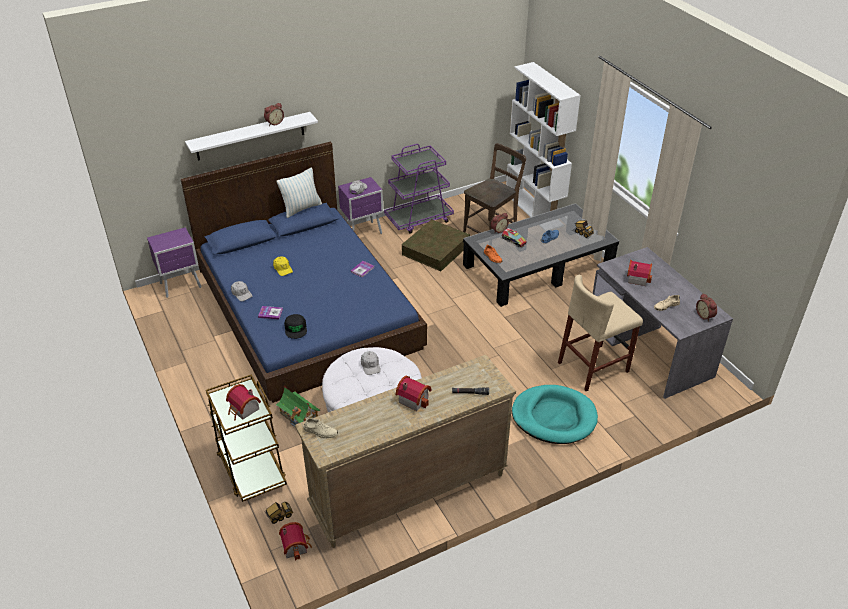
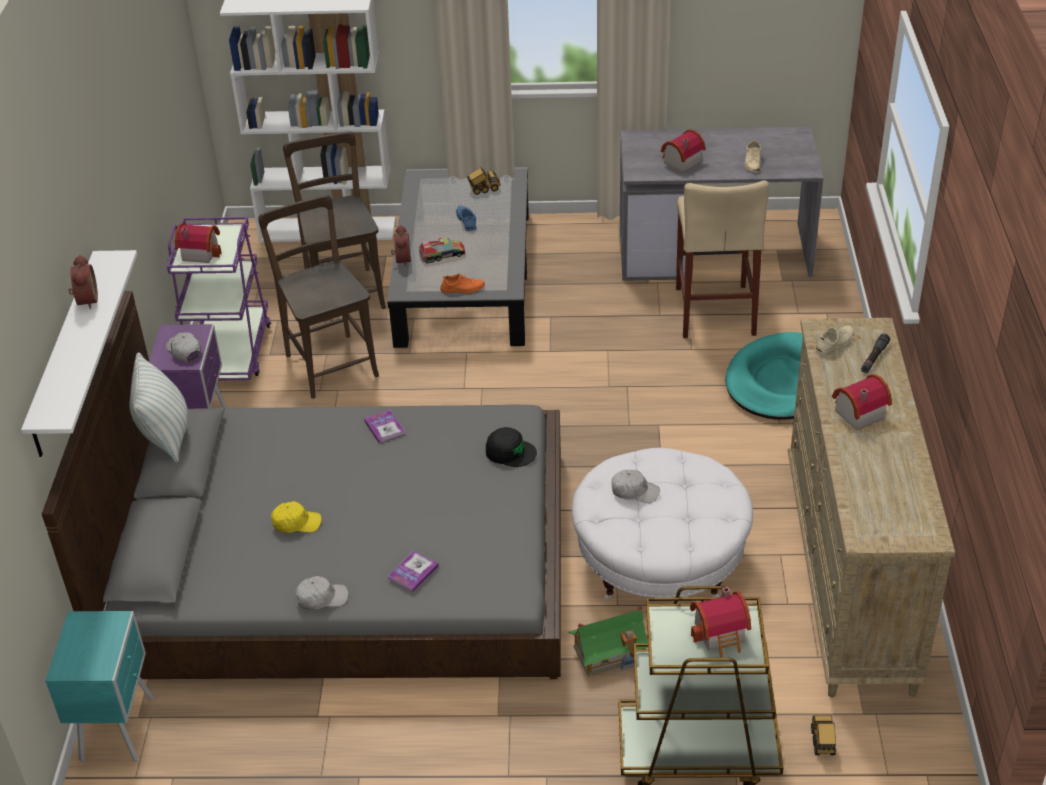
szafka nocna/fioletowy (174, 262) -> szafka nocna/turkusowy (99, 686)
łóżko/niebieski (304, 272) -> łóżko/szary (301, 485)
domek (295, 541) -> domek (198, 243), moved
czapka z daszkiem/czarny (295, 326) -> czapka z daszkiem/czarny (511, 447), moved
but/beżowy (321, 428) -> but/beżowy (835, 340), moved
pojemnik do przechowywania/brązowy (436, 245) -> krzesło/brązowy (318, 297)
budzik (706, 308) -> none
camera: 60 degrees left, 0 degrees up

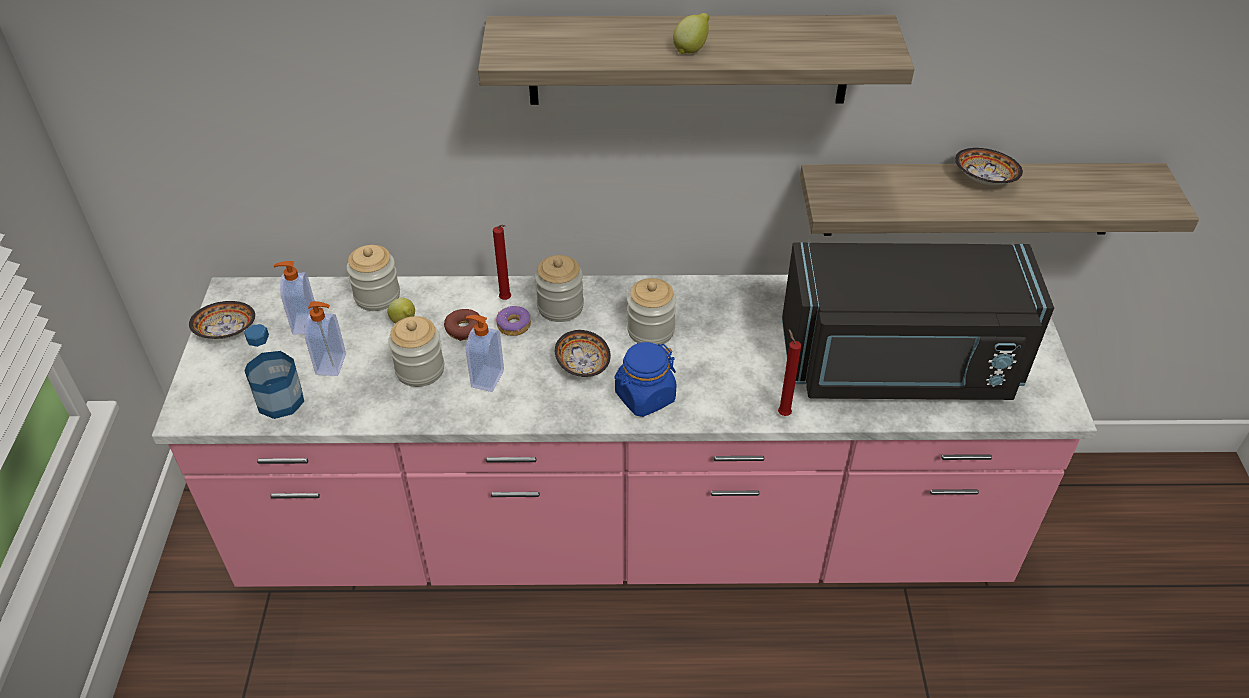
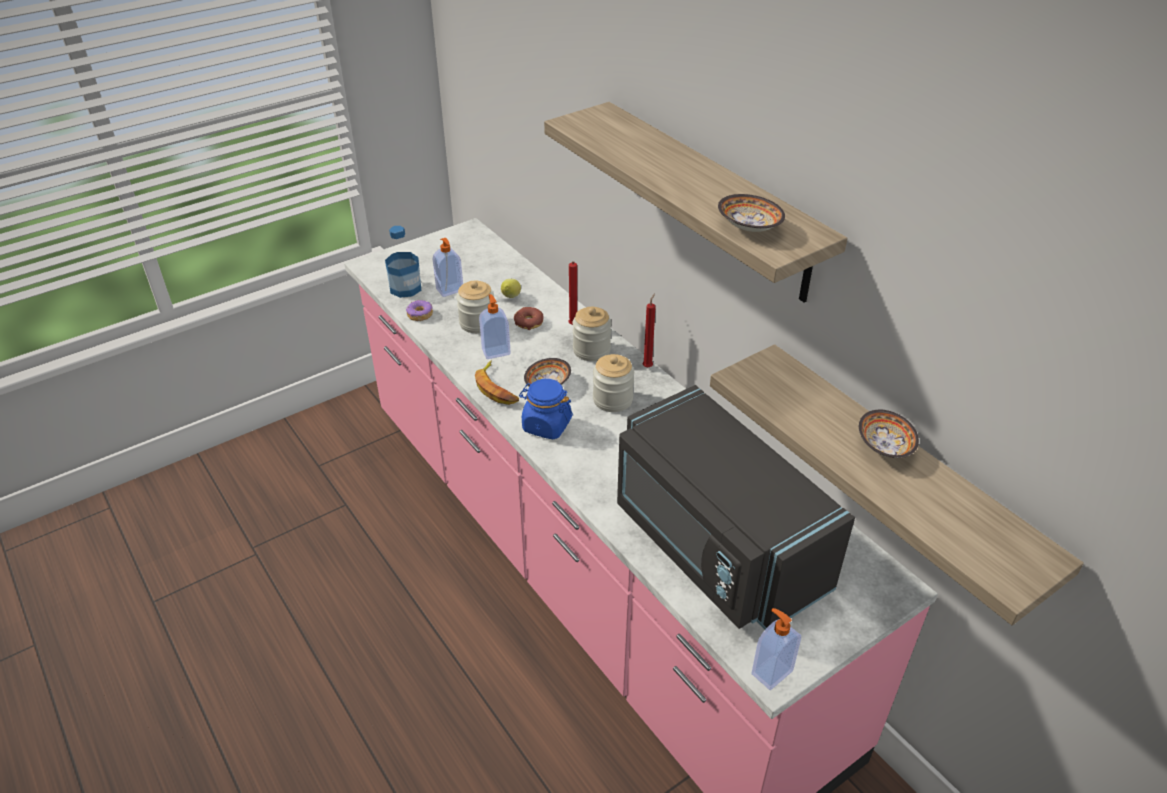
miska (222, 320) -> miska (751, 213), moved
dozownik mydła (294, 298) -> dozownik mydła (776, 649), moved
słoik (373, 278) -> none
donut (513, 321) -> donut (419, 310), moved
cytryna (691, 33) -> none
świeca/czerwony (789, 372) -> świeca/czerwony (649, 330), moved
none -> banan (497, 382)
camera: 55 degrees right, 5 degrees down

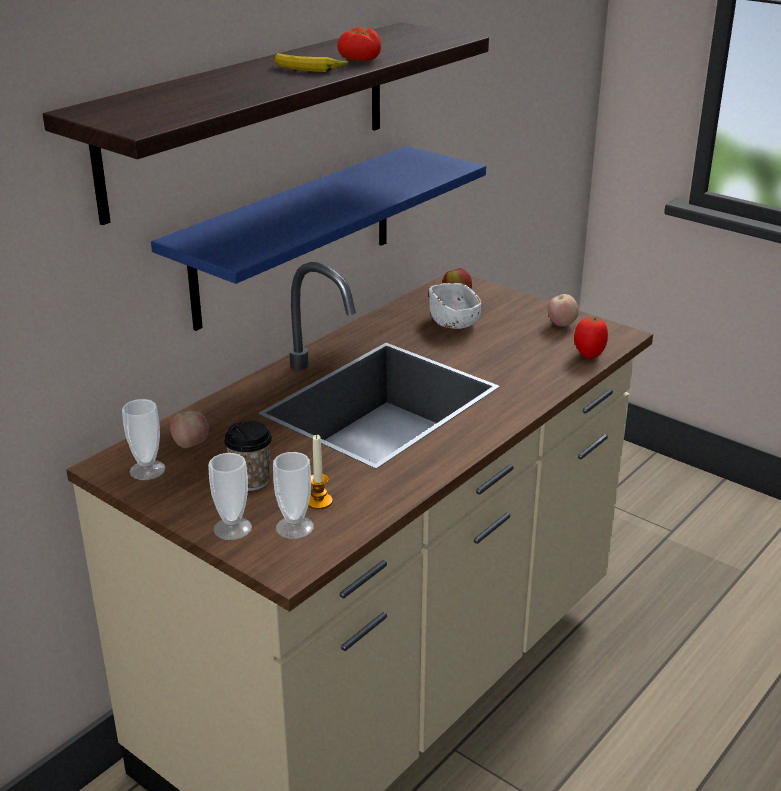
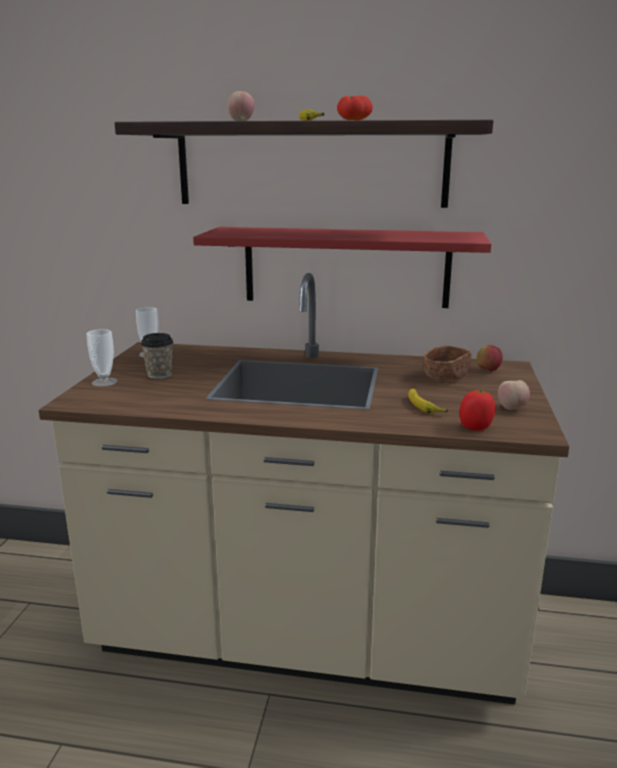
półka/niebieski (318, 238) -> półka/czerwony (342, 267)
jabłko (189, 429) -> jabłko (241, 106), moved
filiżanka (293, 495) -> none
świeca (320, 472) -> none
miska/biały (455, 306) -> miska/brązowy (447, 363)
none -> banan (428, 400)
camera: 60 degrees right, 10 degrees down

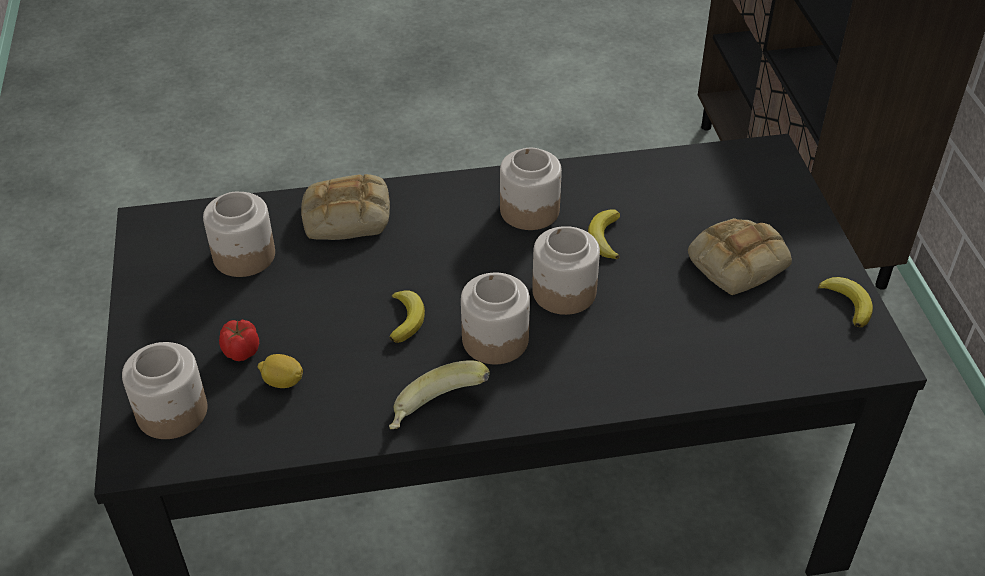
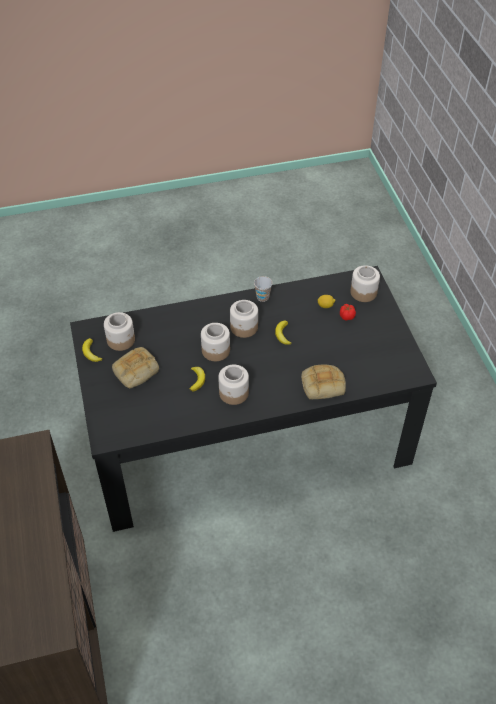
słoik (239, 234) -> słoik (119, 331), moved
banan (439, 394) -> filiżanka (263, 289)
camera: 175 degrees right, 5 degrees up

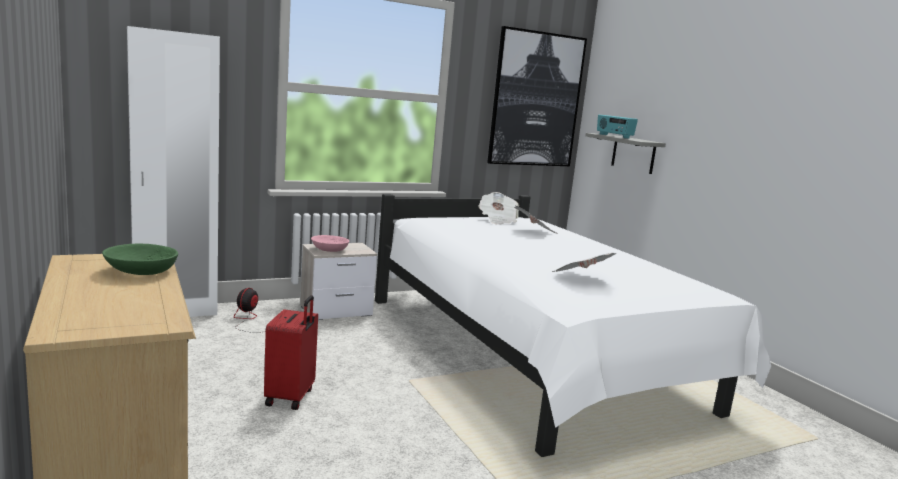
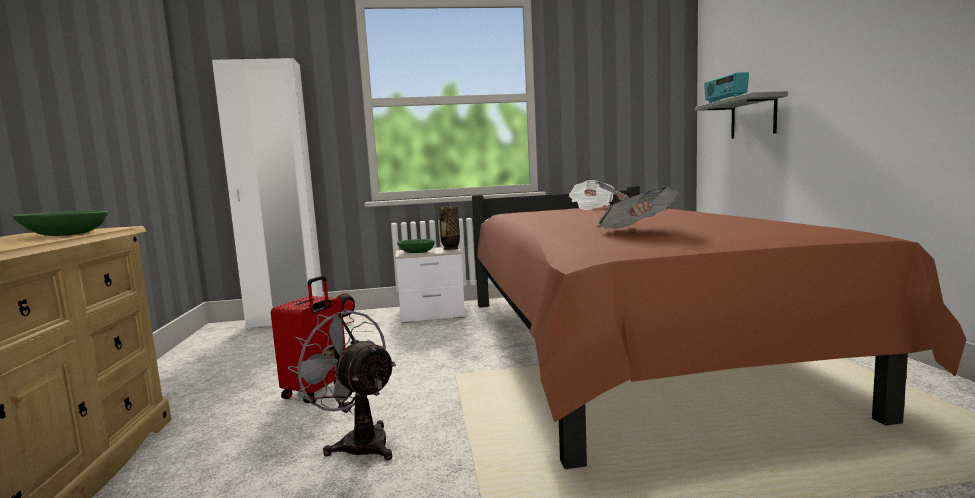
miska/różowy (330, 243) -> miska/zielony (416, 246)
łóżko/biały (573, 325) -> łóżko/brązowy (719, 327)
obraz (537, 96) -> none
none -> wentylator/szary (341, 385)
none -> wazon (449, 228)
camera: 20 degrees right, 5 degrees down

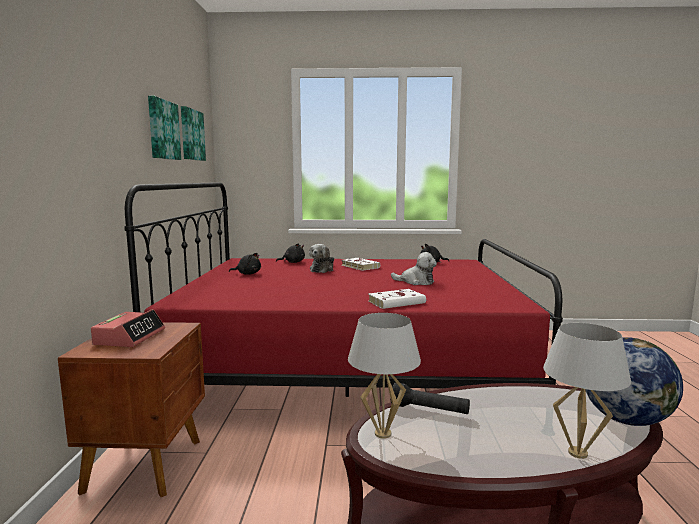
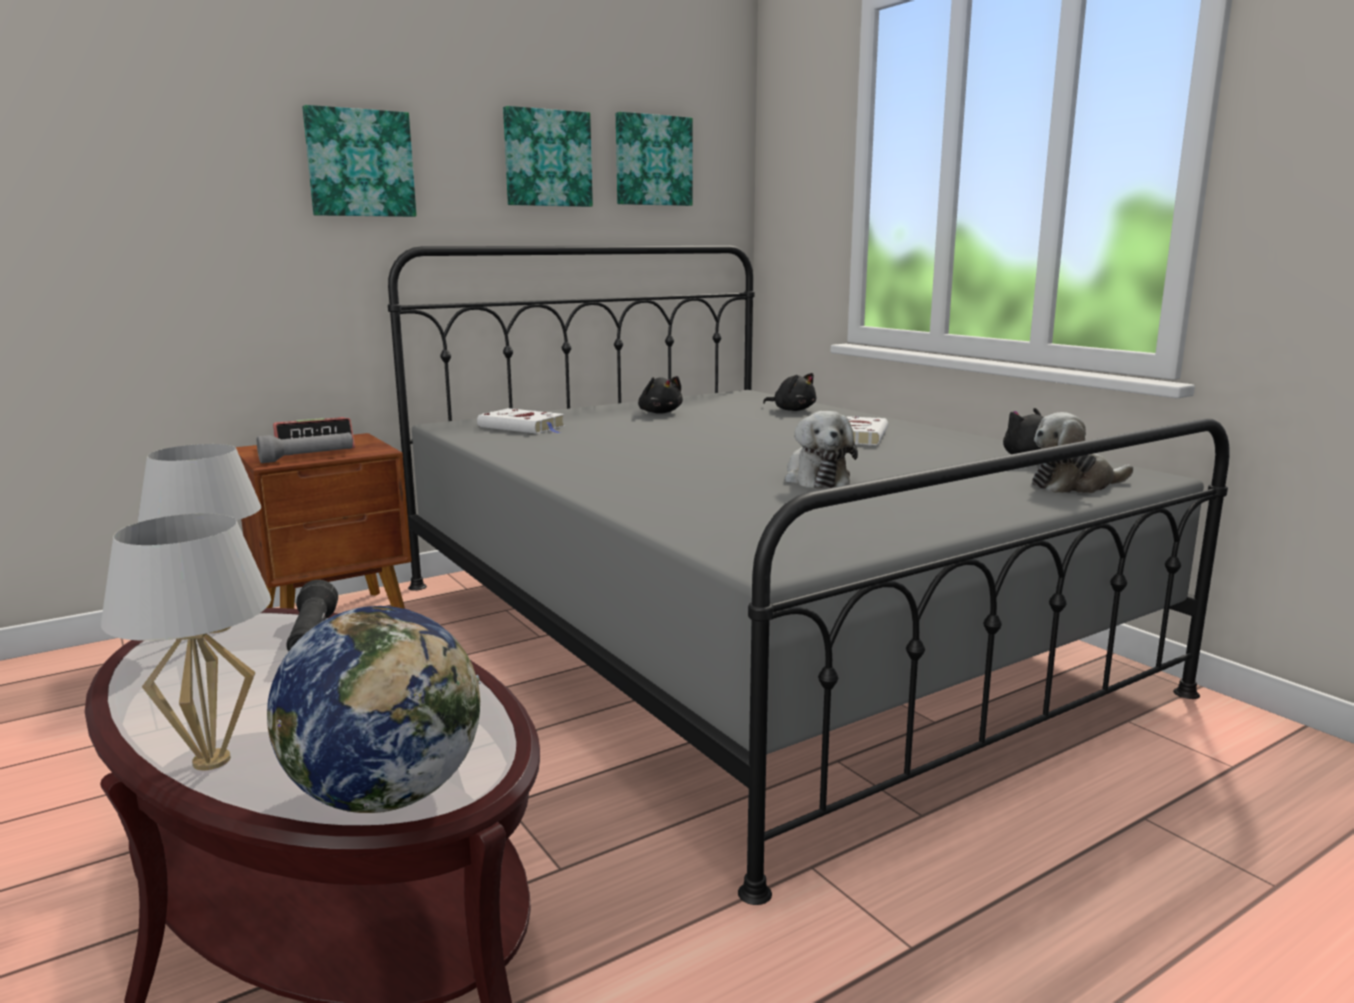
łóżko/czerwony (343, 289) -> łóżko/szary (809, 575)
pluszak (321, 258) -> pluszak (1082, 452), moved
książka/biały (397, 299) -> książka/biały (521, 421), moved
none -> latarka/szary (305, 448)
none -> obraz (359, 161)
camera: 55 degrees right, 5 degrees up

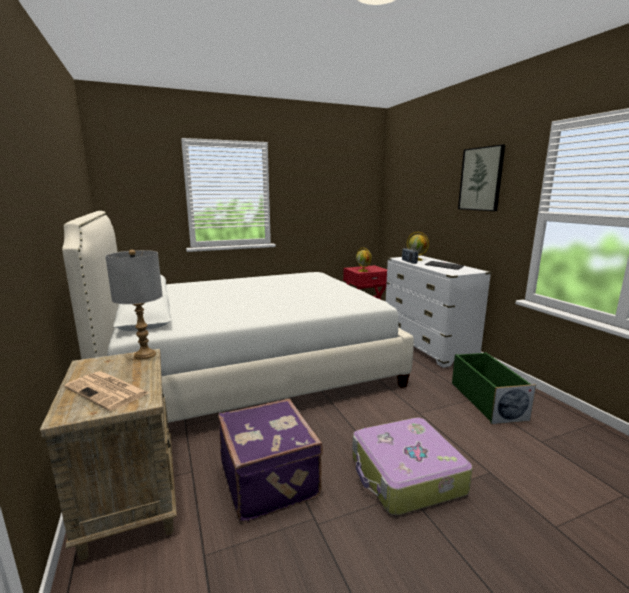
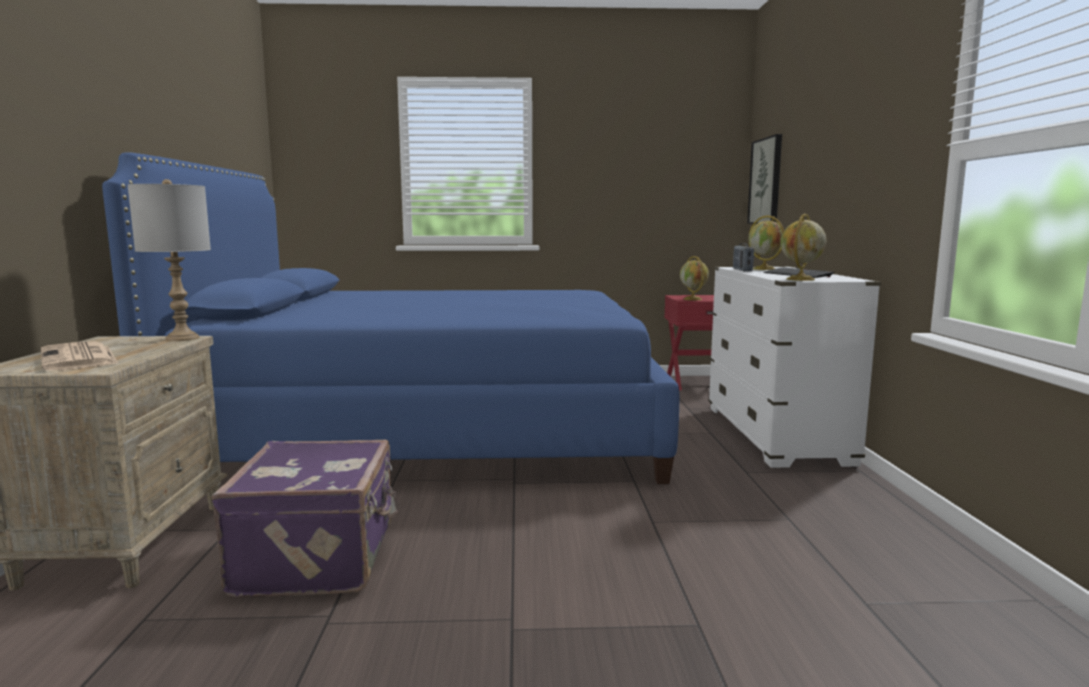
łóżko/biały (238, 317) -> łóżko/niebieski (390, 318)
walizka (412, 466) -> none
pojemnik do przechowywania/zielony (494, 388) -> none
obraz (481, 177) -> obraz (764, 179), moved
none -> globus (803, 247)
camera: 20 degrees right, 5 degrees down

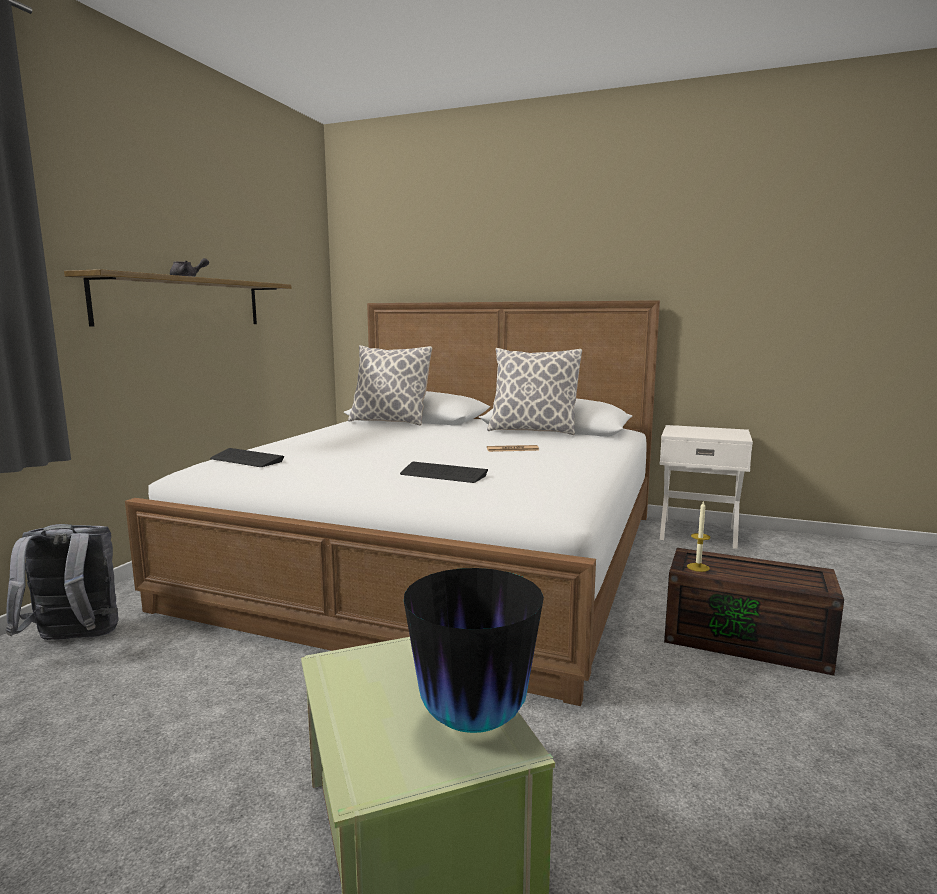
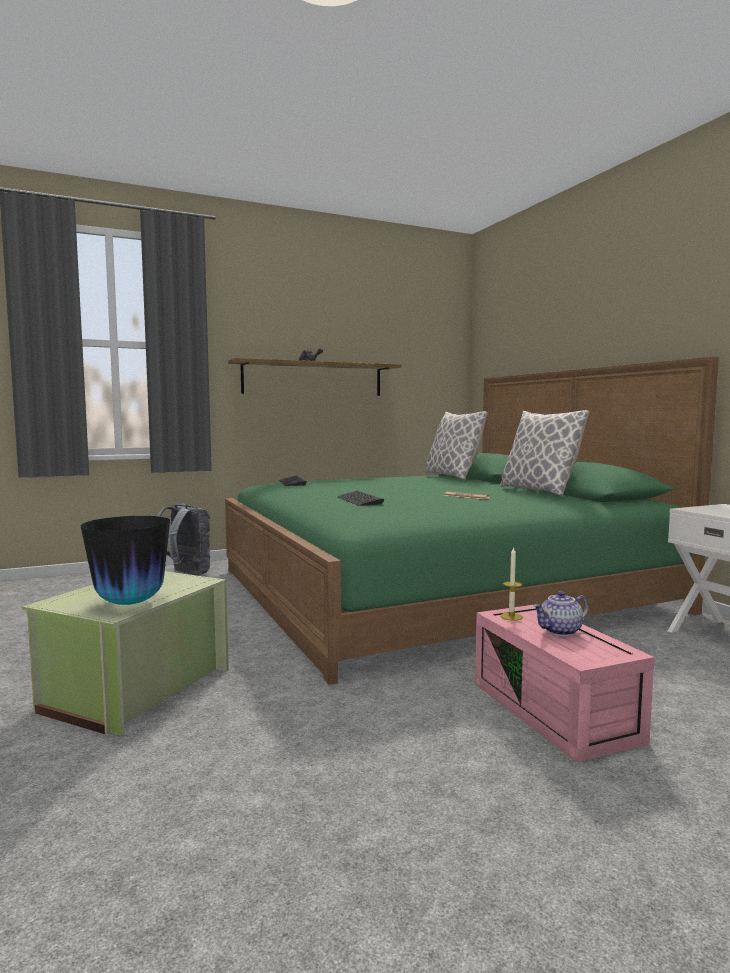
łóżko/biały (392, 503) -> łóżko/zielony (472, 521)
pojemnik do przechowywania/brązowy (754, 612) -> pojemnik do przechowywania/różowy (564, 683)
none -> imbryk (561, 613)
camera: 45 degrees right, 5 degrees down

